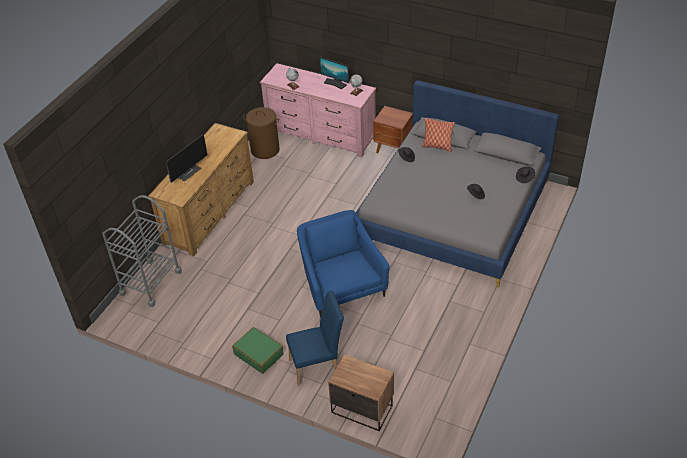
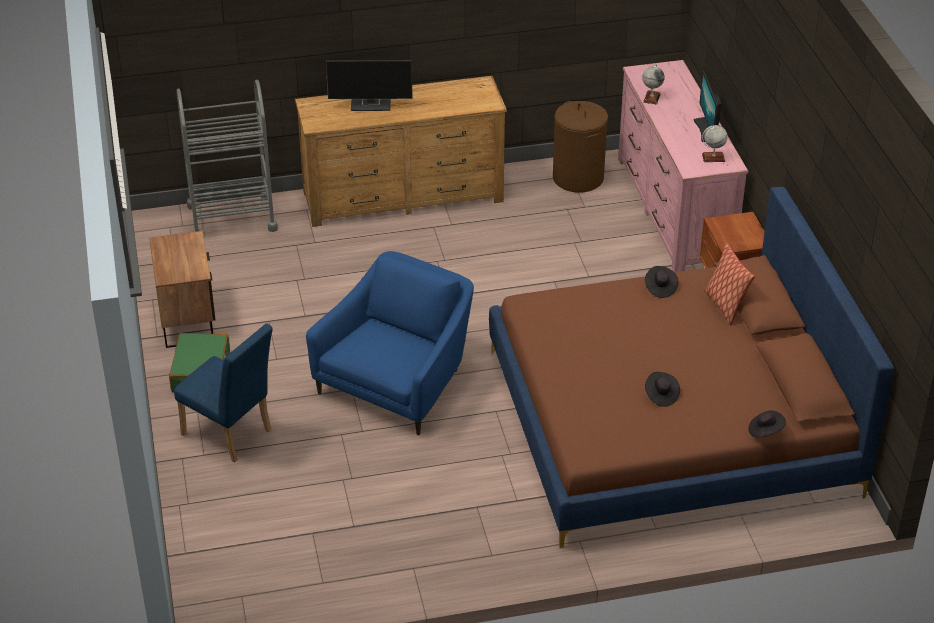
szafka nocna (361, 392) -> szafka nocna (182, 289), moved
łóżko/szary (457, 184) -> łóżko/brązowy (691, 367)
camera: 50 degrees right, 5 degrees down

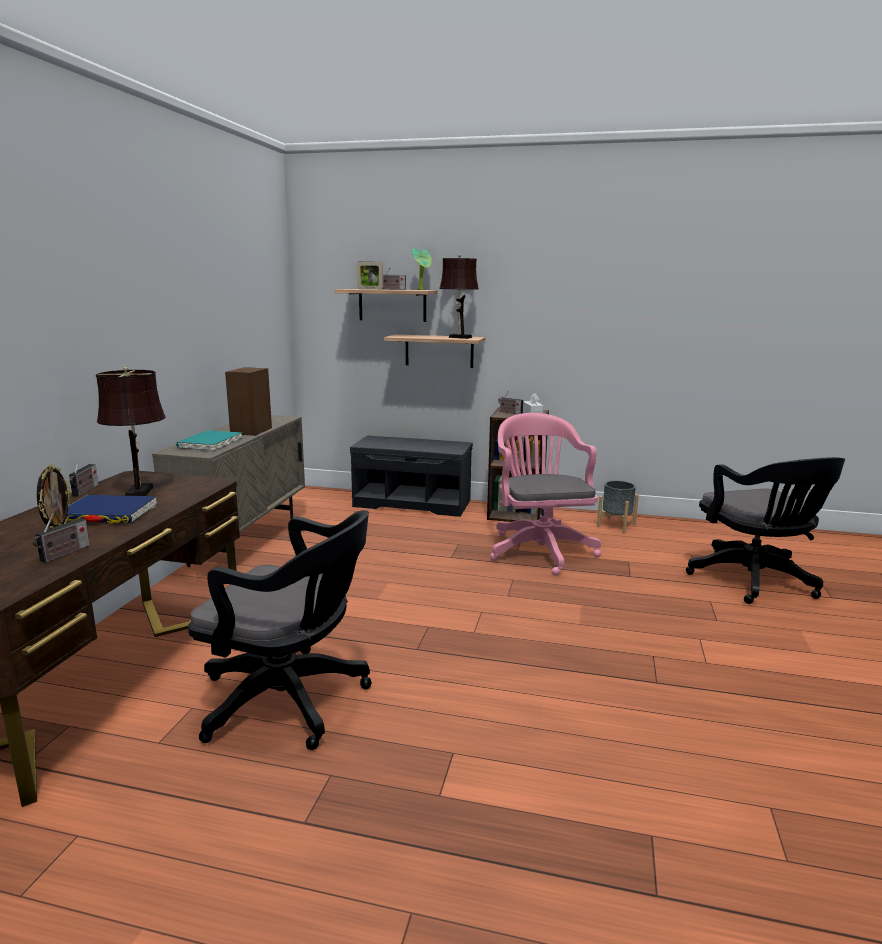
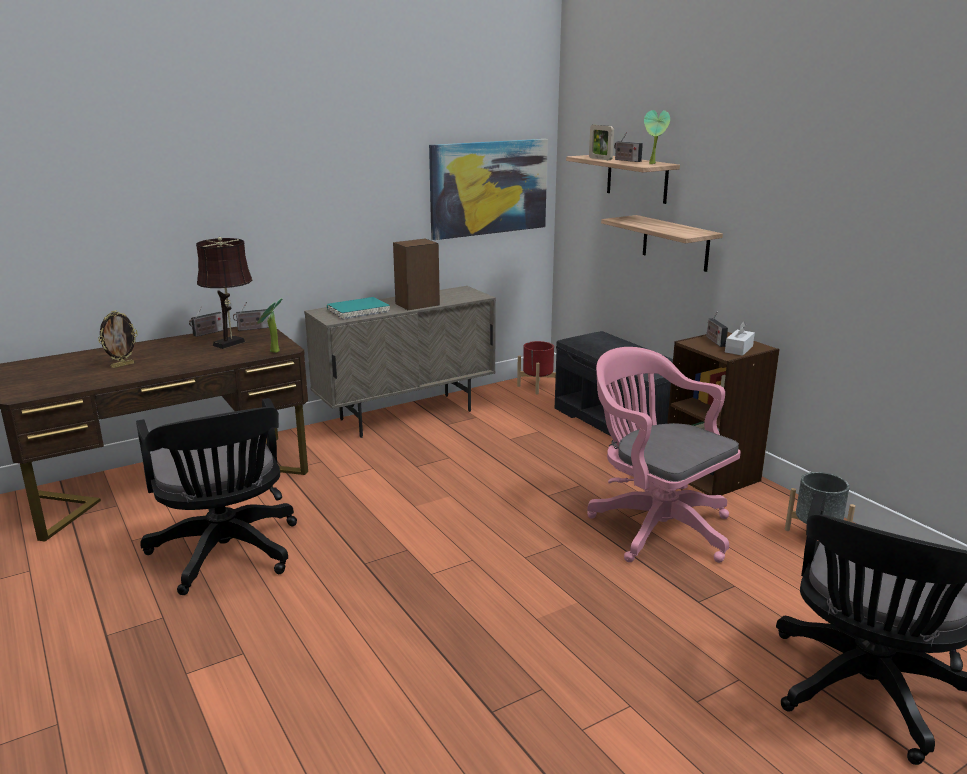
radio (61, 538) -> radio (251, 316), moved
książka/niebieski (111, 509) -> none
lampa stołowa/brązowy (459, 296) -> none
krzesło biurowe/różowy (545, 494) -> krzesło biurowe/różowy (664, 455), 75 degrees counterclockwise
none -> roślina doniczkowa (269, 325)
none -> obraz (488, 189)
none -> donica/czerwony (536, 368)
camera: 45 degrees right, 5 degrees up

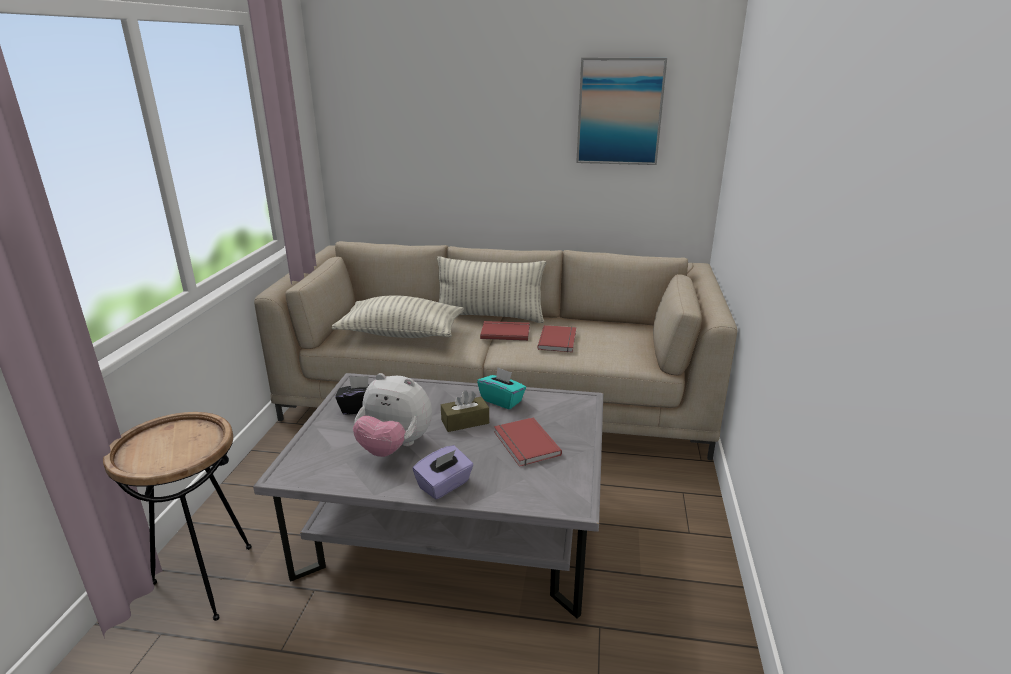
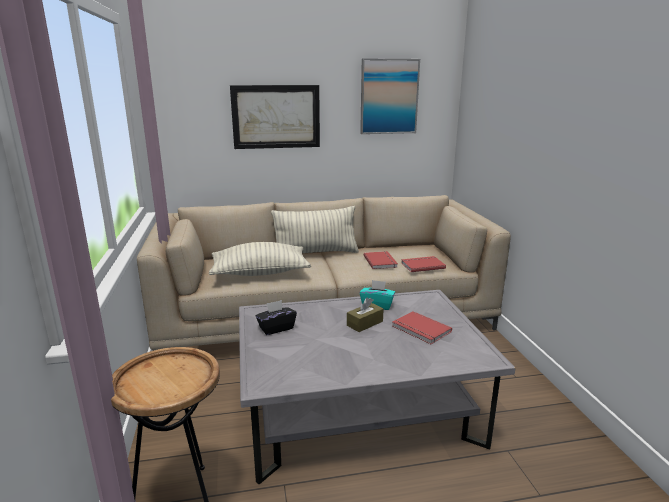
pluszak (392, 415) -> none
pudełko chusteczek/fioletowy (443, 472) -> none
książka/czerwony (505, 331) -> książka/czerwony (423, 264), moved
none -> obraz (275, 117)
camera: 20 degrees left, 5 degrees down

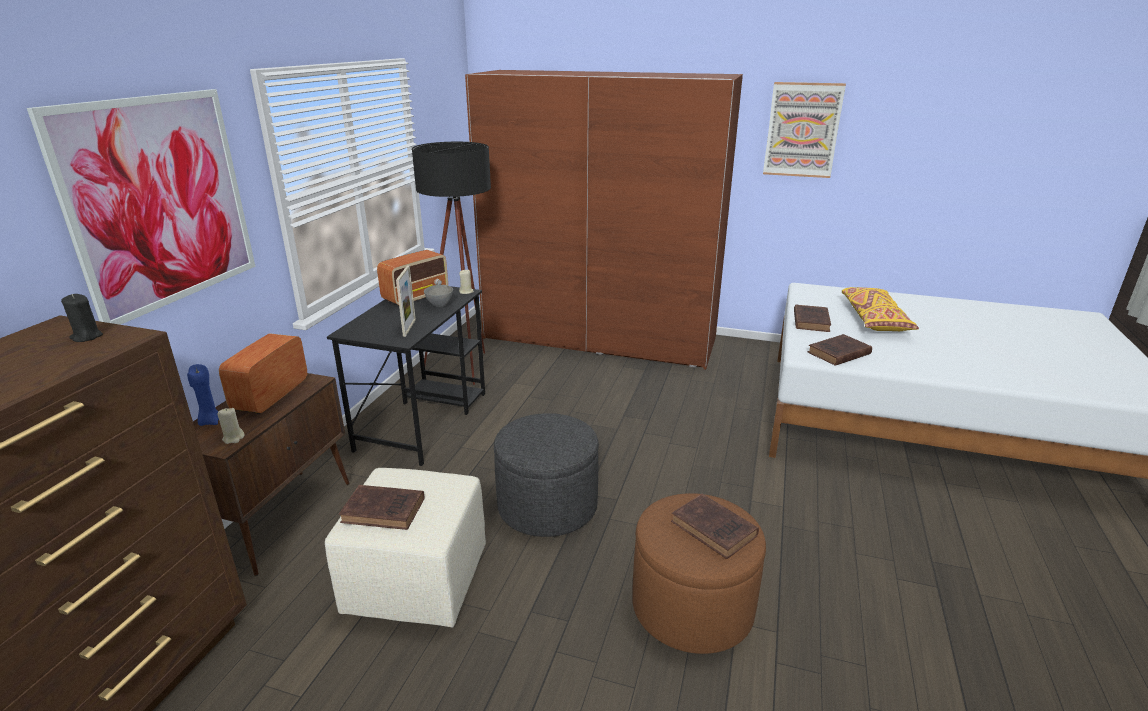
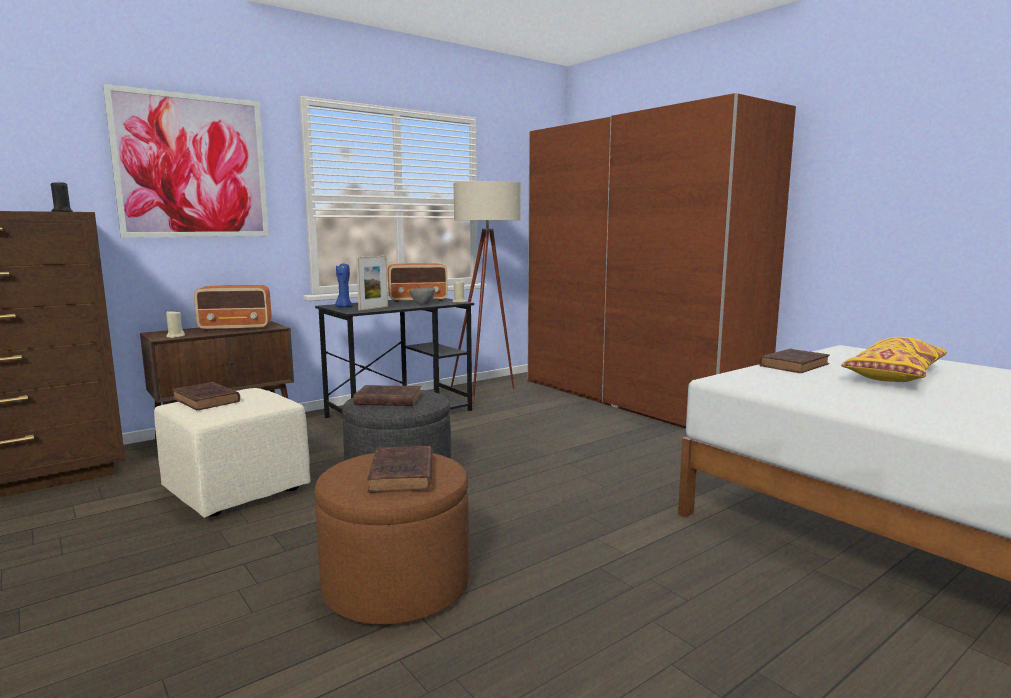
świeca/niebieski (203, 395) -> świeca/niebieski (344, 285), moved
radio (263, 373) -> radio (233, 308), 150 degrees counterclockwise
lampa stojąca/czarny (451, 263) -> lampa stojąca/beżowy (486, 292)
obraz (804, 130) -> none
książka/brązowy (840, 350) -> książka/brązowy (387, 395), moved
camera: 35 degrees right, 15 degrees down

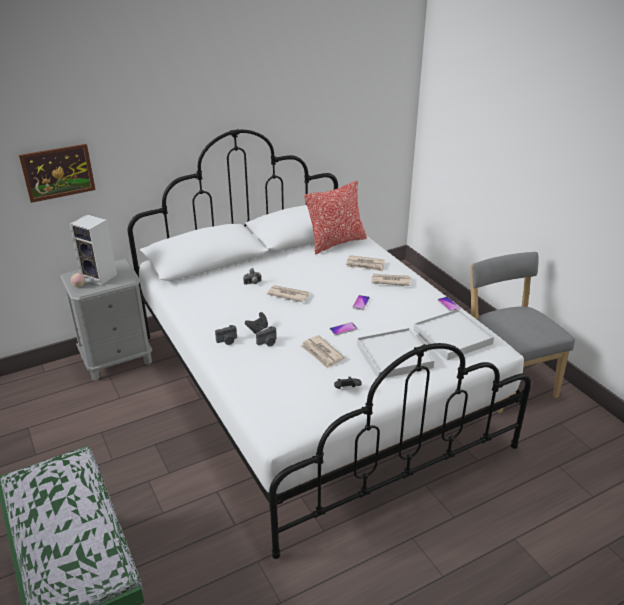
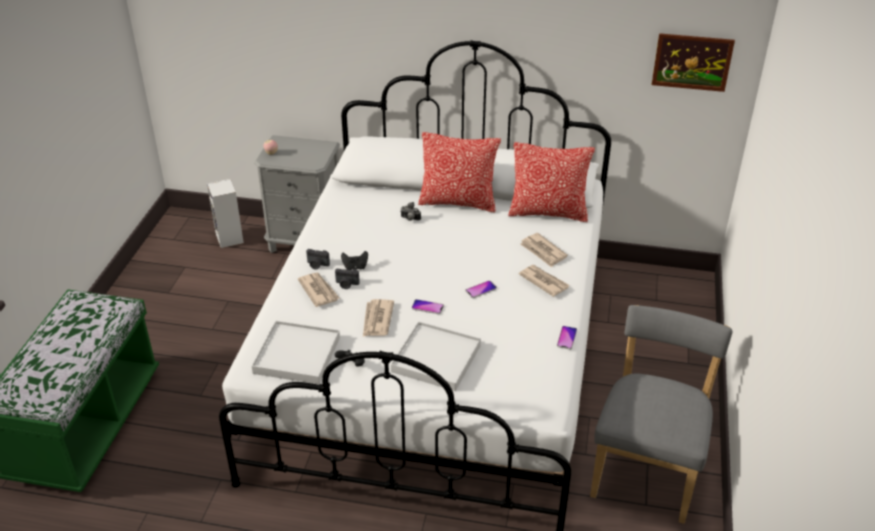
obraz (57, 173) -> obraz (693, 62), moved
głośnik (93, 250) -> głośnik (225, 213), moved
gazeta (288, 293) -> gazeta (318, 289), moved
taca/biały (454, 334) -> taca/biały (296, 352), moved
none -> poduszka (459, 172)
camera: 40 degrees right, 5 degrees up

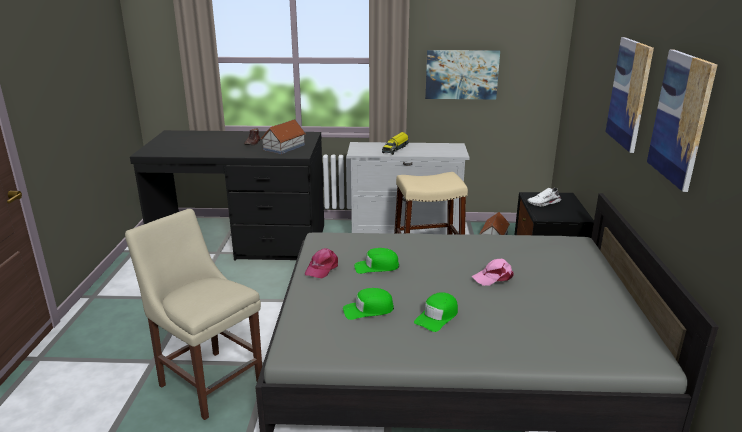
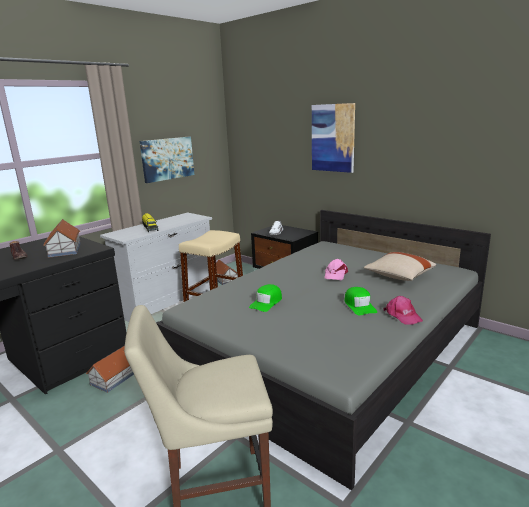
czapka z daszkiem/różowy (321, 263) -> czapka z daszkiem/różowy (403, 310), moved
czapka z daszkiem/zielony (368, 304) -> none
obraz (682, 120) -> none
none -> domek (110, 369)
none -> poduszka/beżowy (400, 266)
camera: 50 degrees left, 5 degrees down

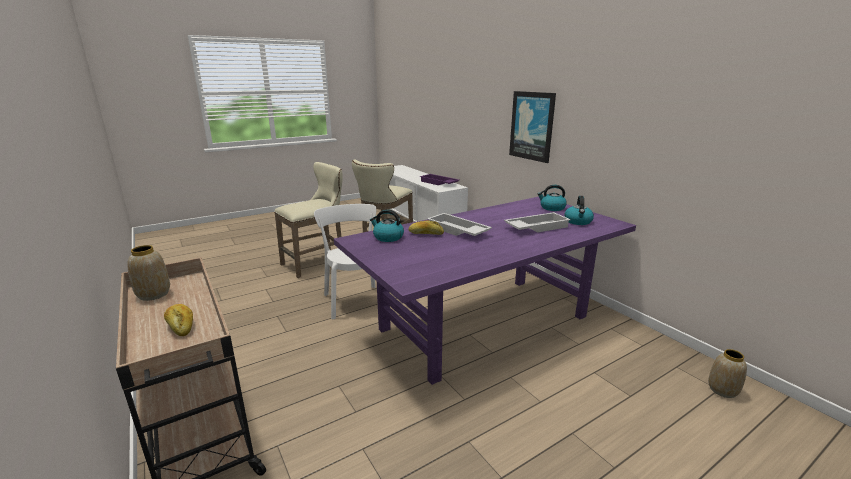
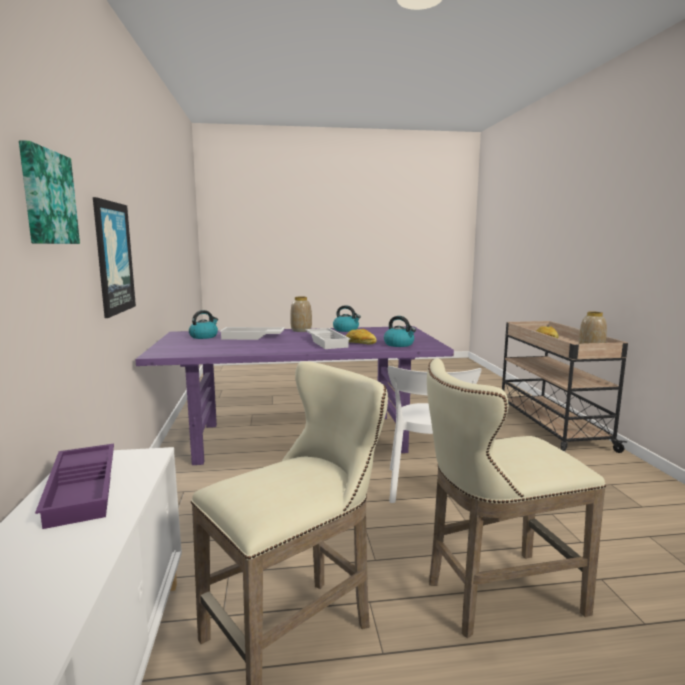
czajnik (552, 198) -> czajnik (347, 318), moved
wazon (727, 373) -> wazon (301, 314), moved
none -> obraz (49, 192)
camera: 155 degrees left, 10 degrees down

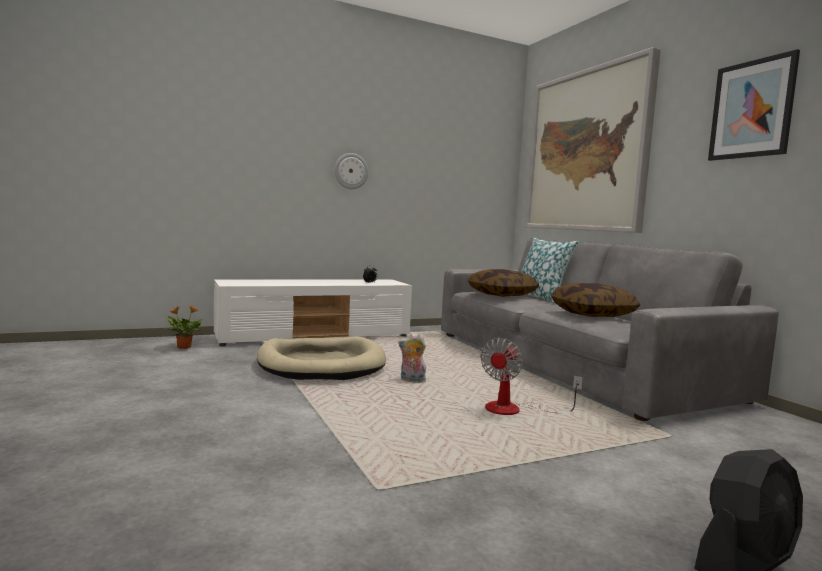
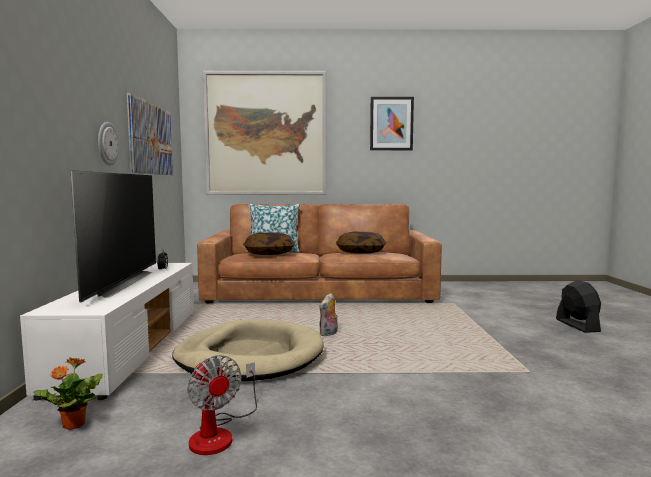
kanapa/szary (610, 329) -> kanapa/brązowy (319, 254)
wentylator (531, 376) -> wentylator (222, 405), moved
none -> telewizor (113, 236)
none -> obraz (150, 134)
camera: 65 degrees left, 0 degrees up

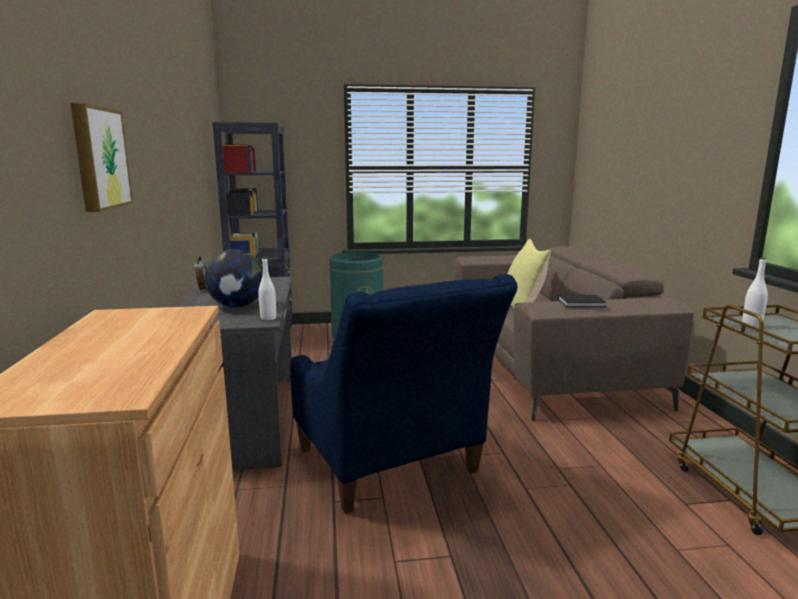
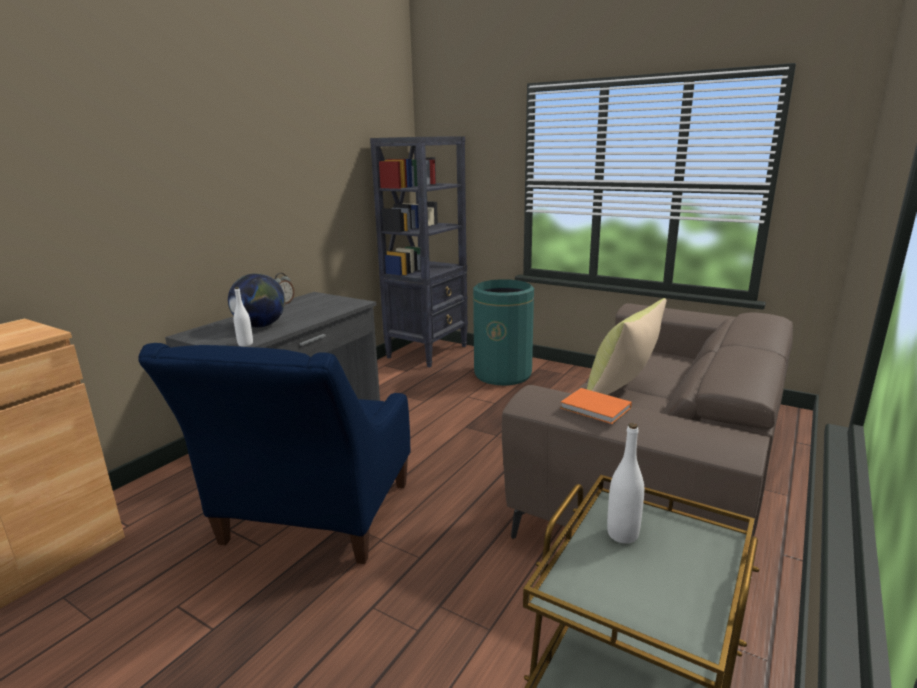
obraz (101, 157) -> none
książka/czarny (582, 301) -> książka/pomarańczowy (596, 406)
camera: 40 degrees right, 5 degrees up

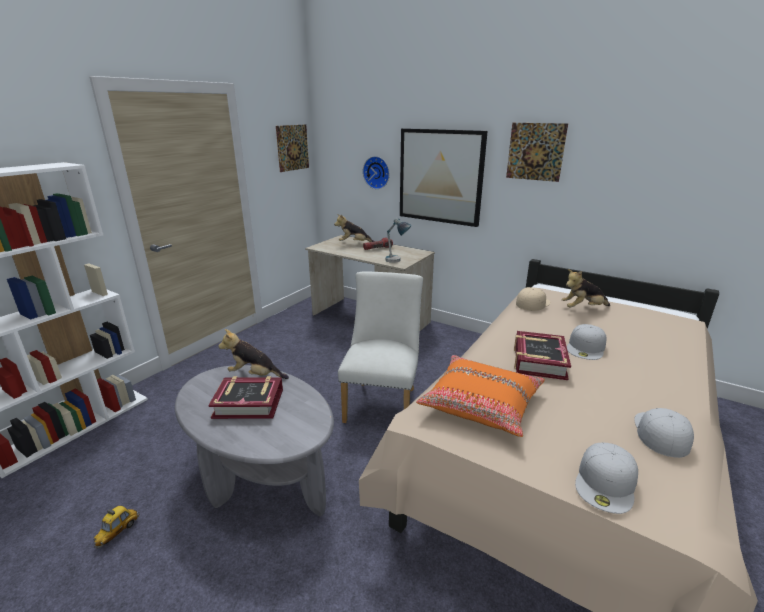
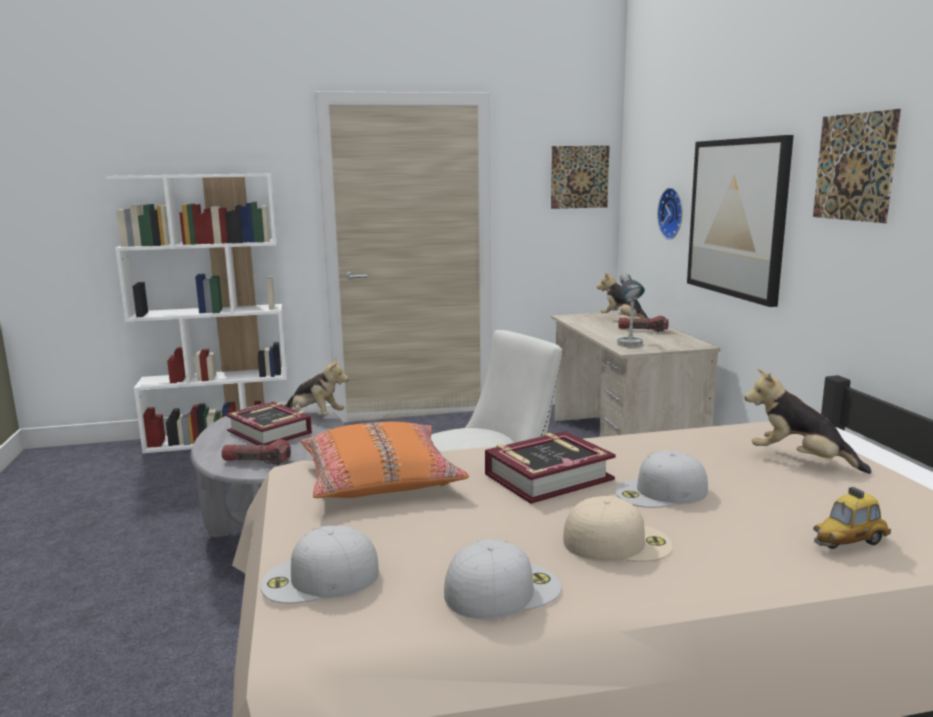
samochodzik (116, 527) -> samochodzik (852, 518), moved
pluszak (253, 354) -> pluszak (316, 386), 150 degrees clockwise
czapka z daszkiem/beżowy (533, 299) -> czapka z daszkiem/beżowy (618, 529), moved
none -> latarka (256, 452)
camera: 45 degrees right, 10 degrees down

